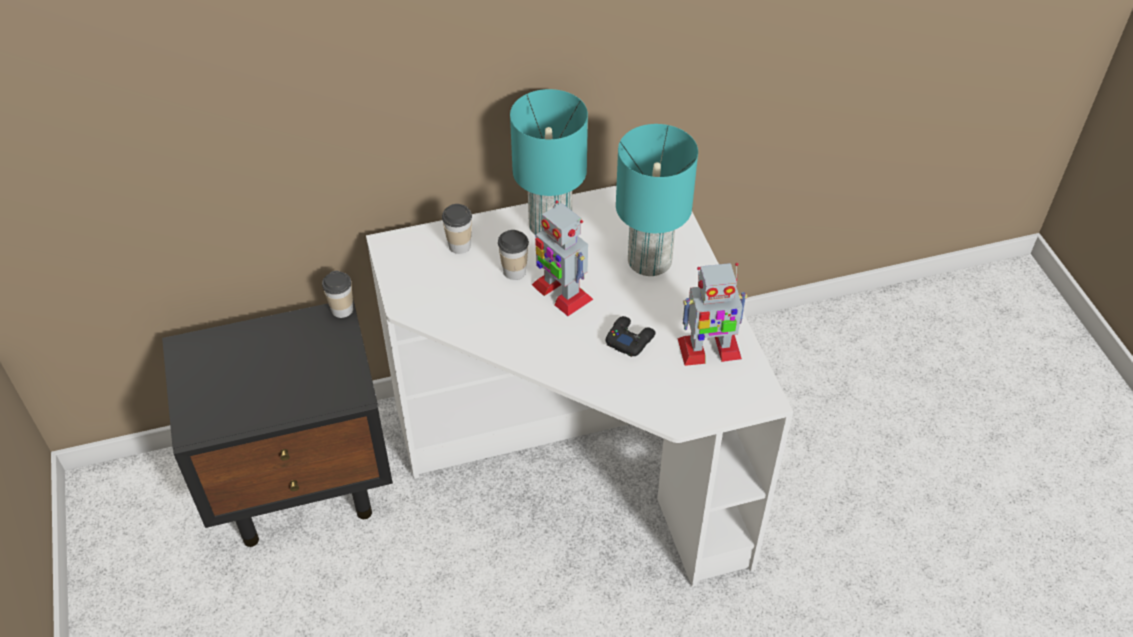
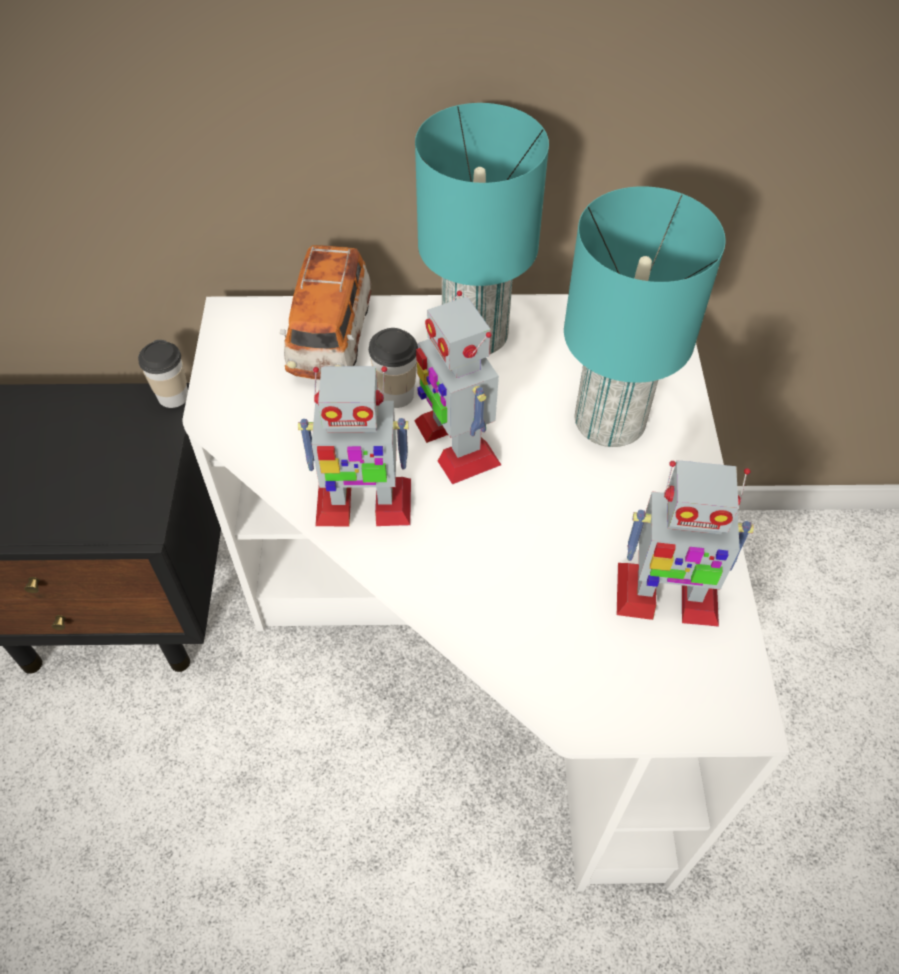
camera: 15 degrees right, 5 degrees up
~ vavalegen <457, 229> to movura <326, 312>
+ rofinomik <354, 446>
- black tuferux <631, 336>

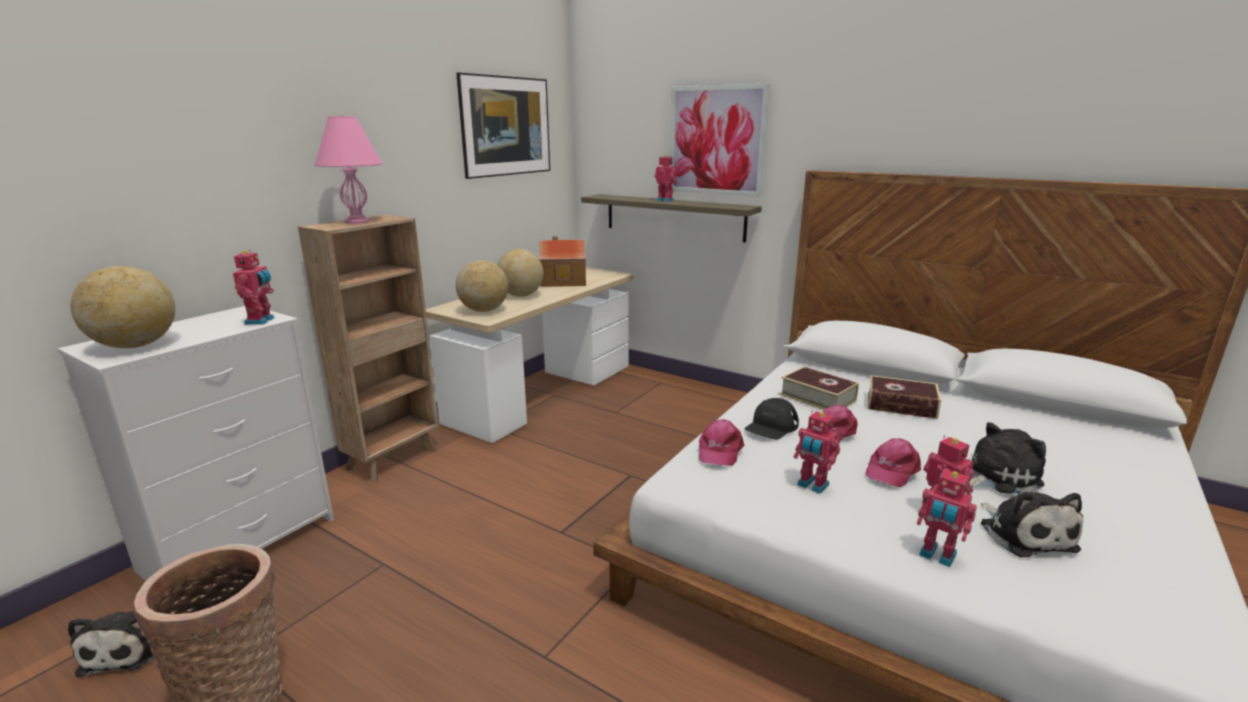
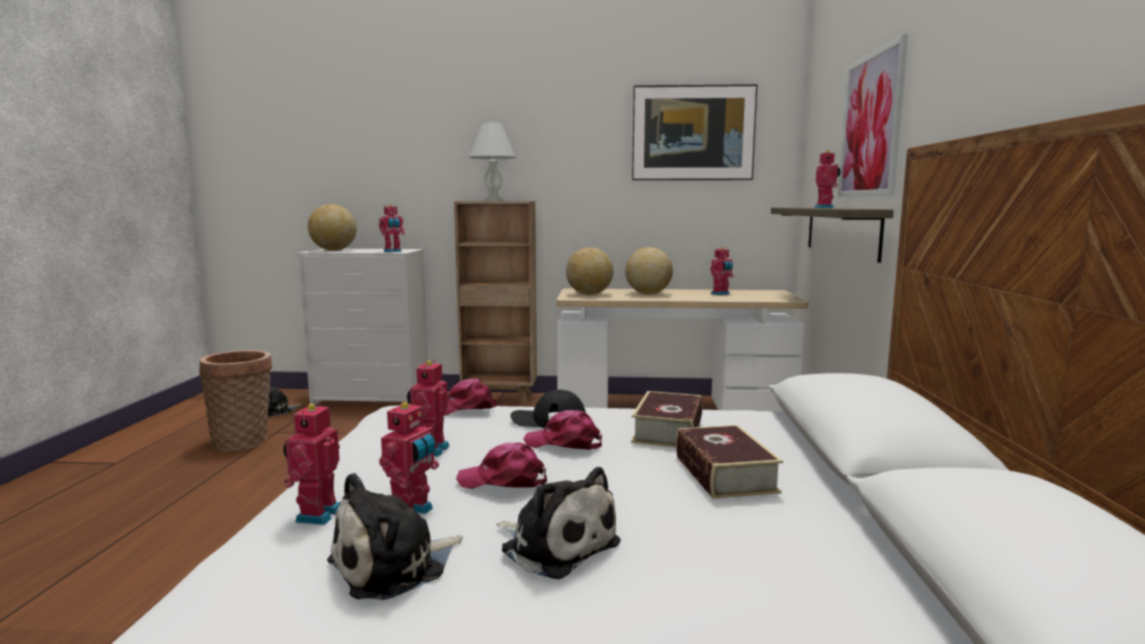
camera: 60 degrees right, 10 degrees down
~ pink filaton <348, 169> to white filaton <492, 161>
~ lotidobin <562, 262> to rofinomik <722, 271>

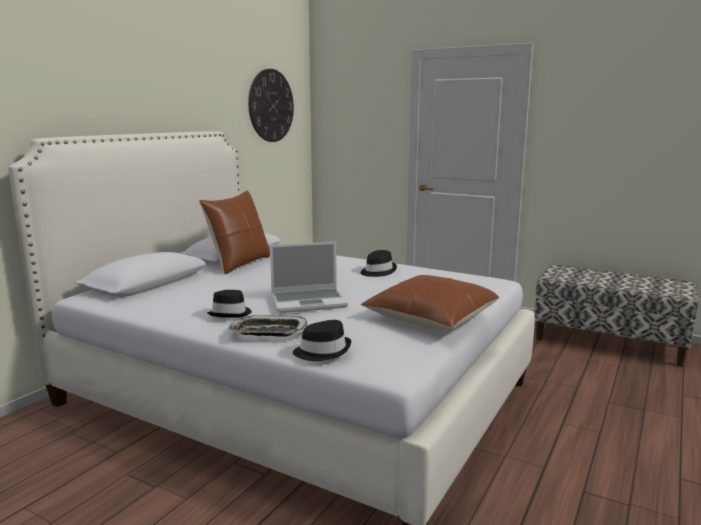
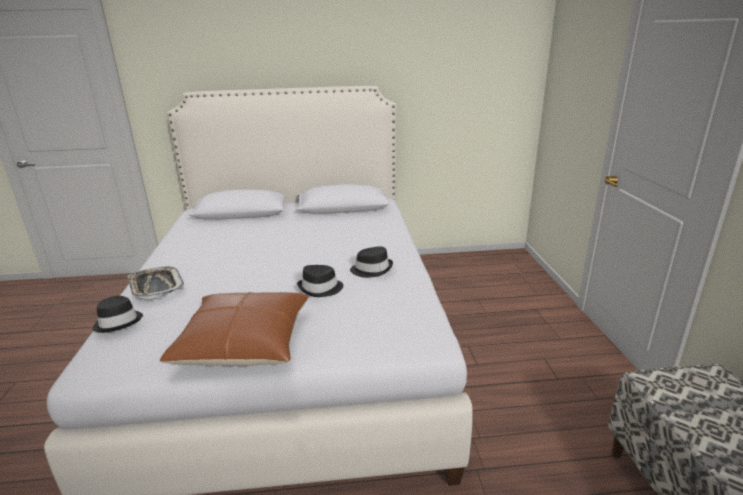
camera: 55 degrees right, 10 degrees up
~ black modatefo <229, 304> to <320, 281>
- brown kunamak <234, 232>
- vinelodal <271, 105>
- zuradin <309, 277>

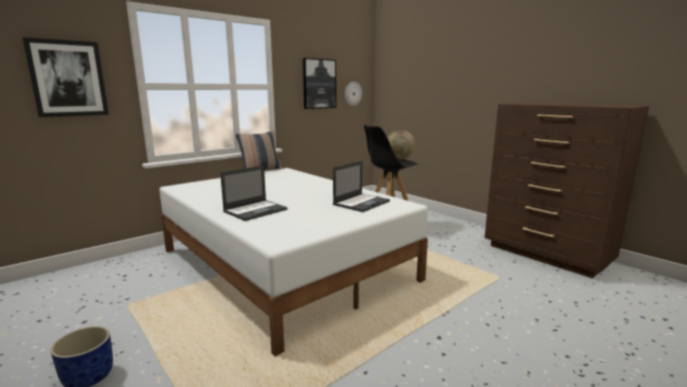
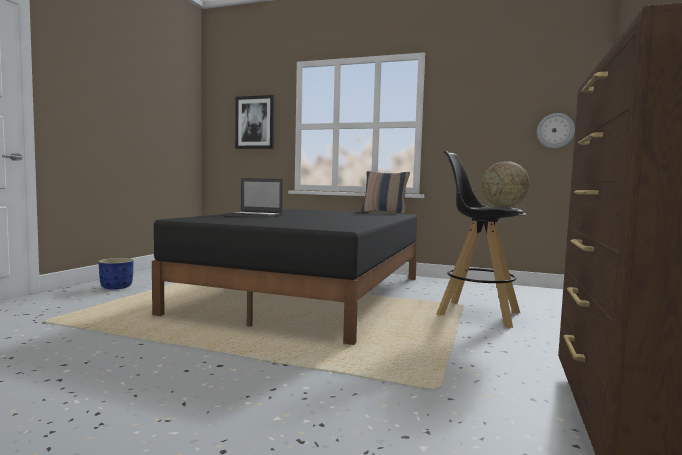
camera: 60 degrees right, 10 degrees down
~ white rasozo <293, 262> to black rasozo <284, 277>
- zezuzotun <319, 83>
- zuradin <361, 186>

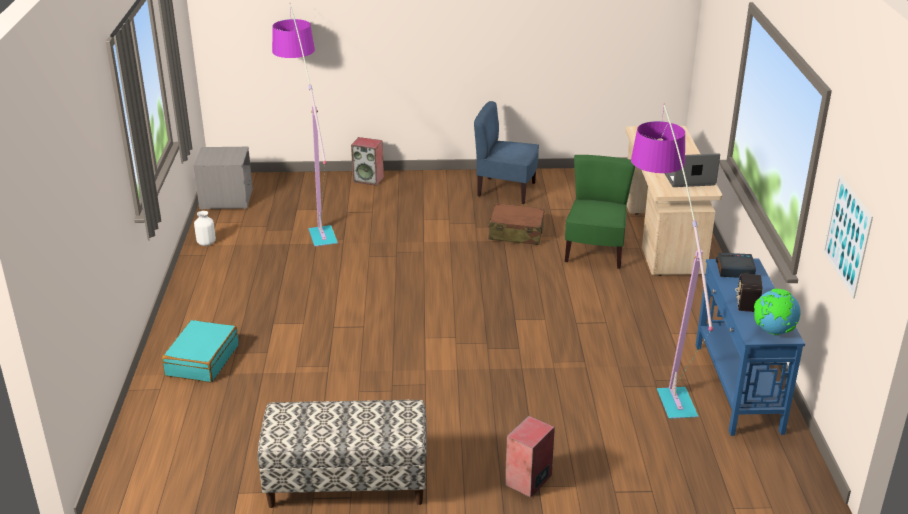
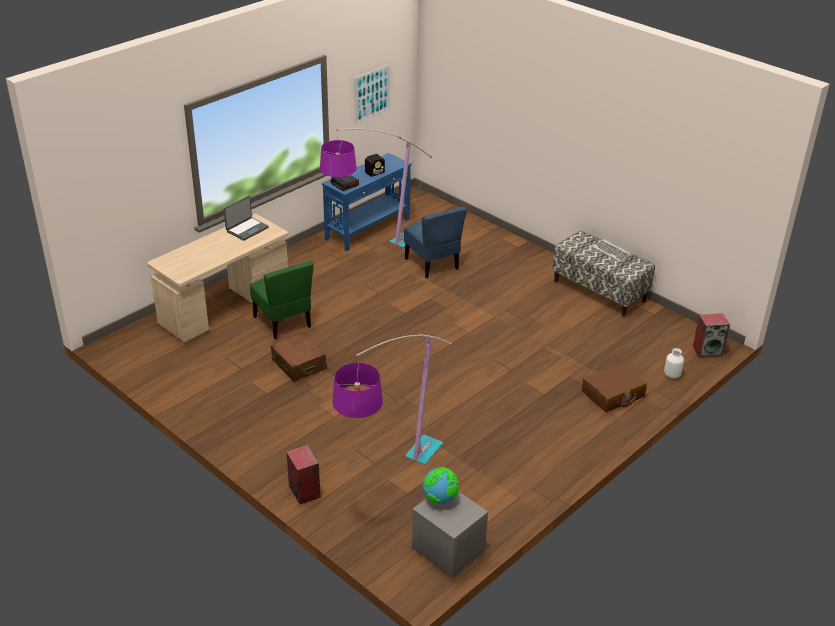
camera: 135 degrees left, 5 degrees up
~ zuradin <692, 170> = <246, 218> 90 degrees counterclockwise
~ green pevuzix <600, 212> = <282, 300> 90 degrees counterclockwise
~ blue pevuzix <506, 152> to <435, 242>
~ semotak <777, 312> to <441, 485>
~ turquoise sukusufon <200, 351> to brown sukusufon <614, 387>
+ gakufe <612, 250>
~ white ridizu <205, 228> to <674, 363>
~ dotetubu <530, 456> to <711, 335>

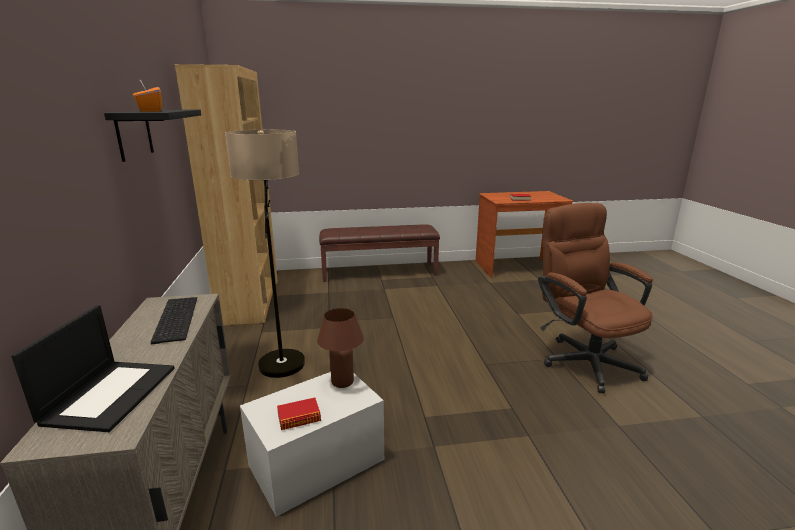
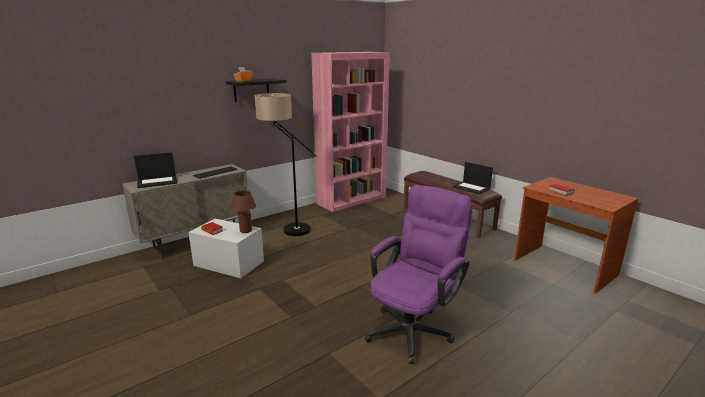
camera: 60 degrees right, 0 degrees up
~ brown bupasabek <226, 194> to pink bupasabek <350, 132>
~ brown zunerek <595, 298> to purple zunerek <418, 274>
+ zuradin <472, 178>

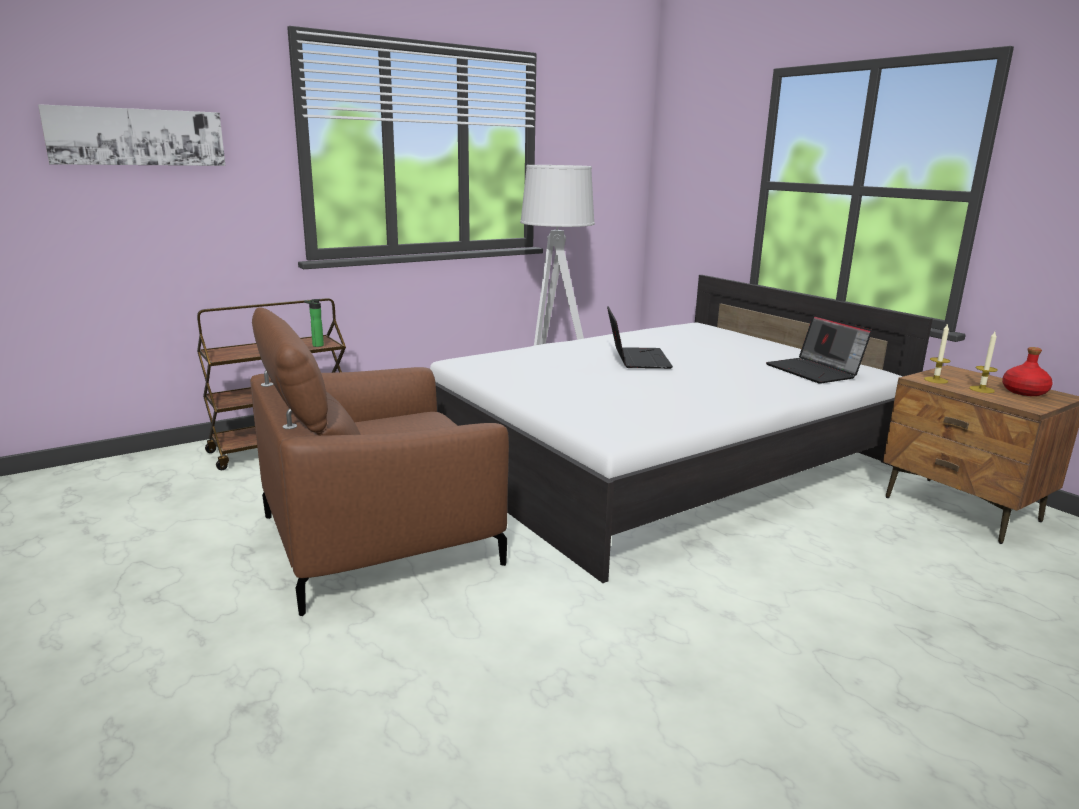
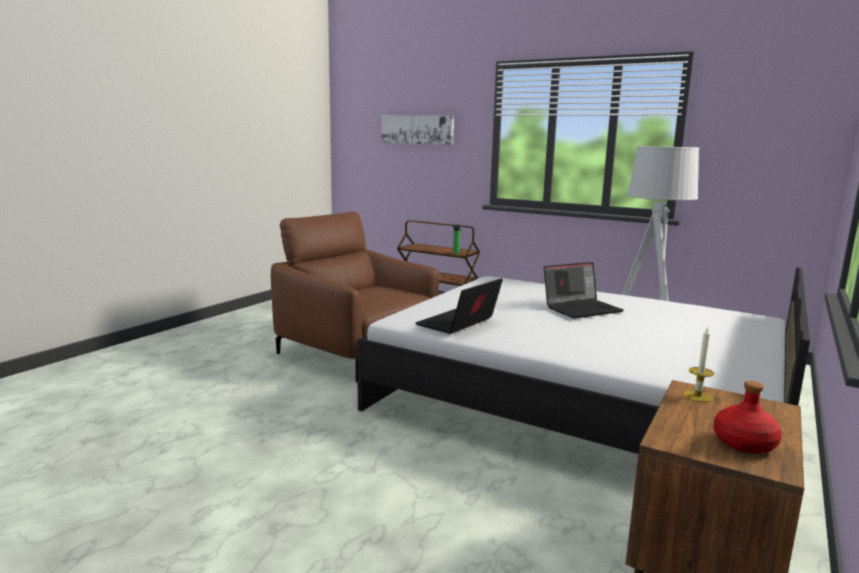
camera: 65 degrees right, 5 degrees down
~ zuradin <819, 349> to <459, 306>
- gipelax <983, 362>

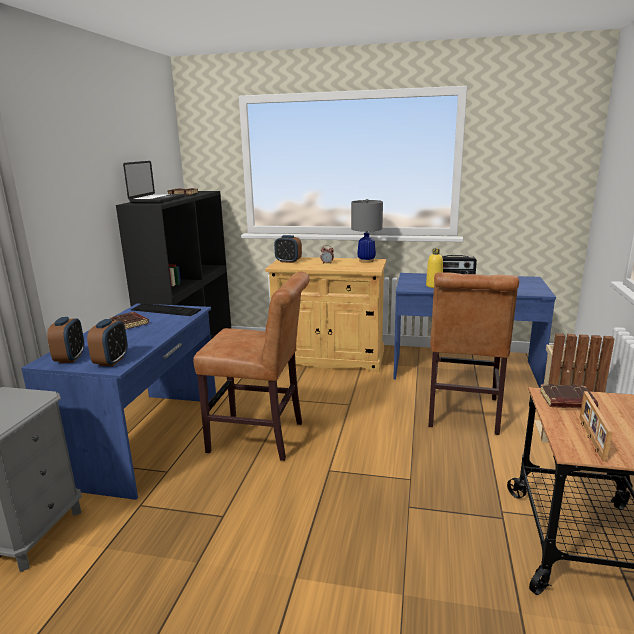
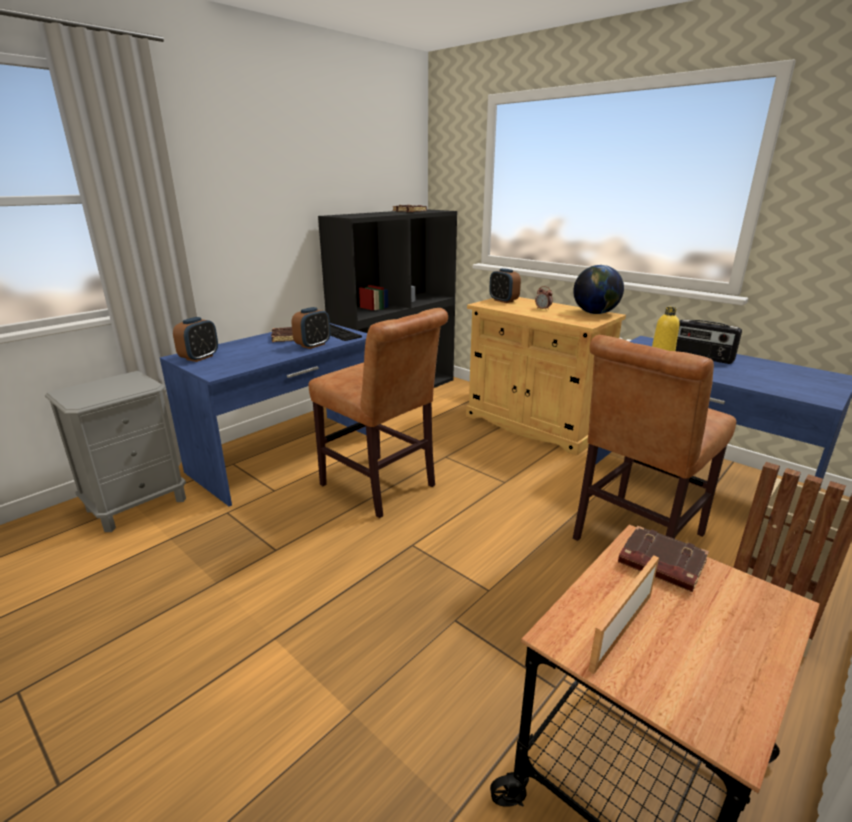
camera: 30 degrees right, 5 degrees up
~ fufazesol <107, 342> to <310, 328>
~ grey filaton <367, 231> to semotak <598, 289>
- zuradin <154, 182>

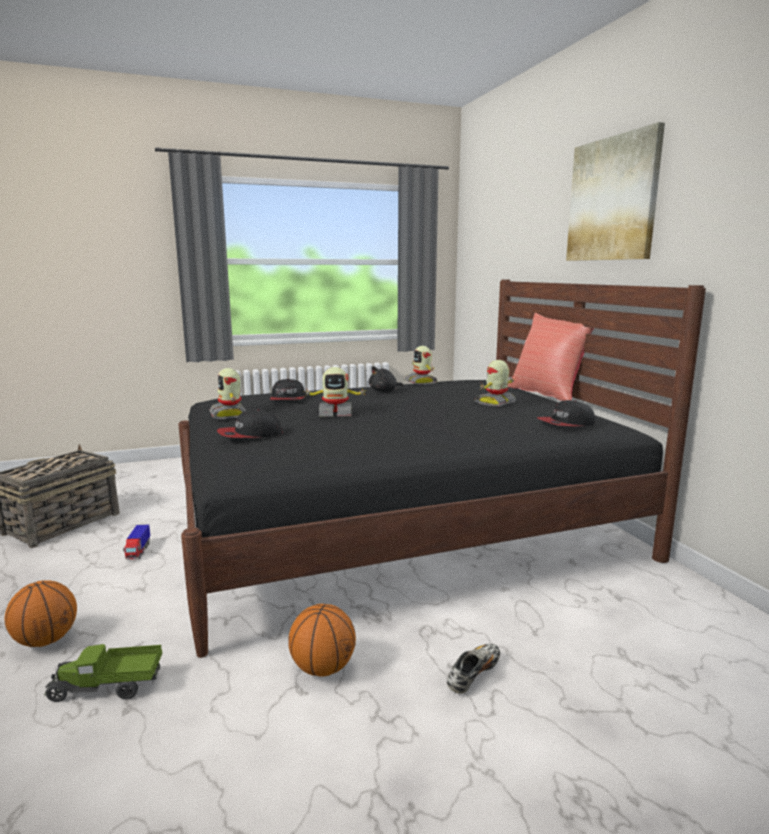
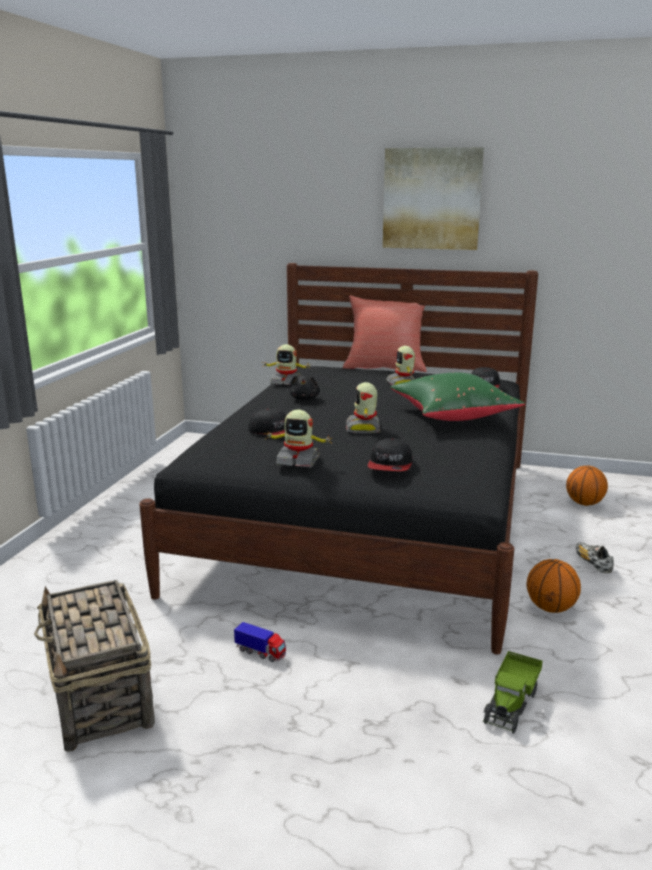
camera: 55 degrees left, 5 degrees up
~ rofinomik <335, 392> = <363, 407> 150 degrees clockwise
+ green kunamak <457, 397>
~ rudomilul <41, 613> to <587, 485>

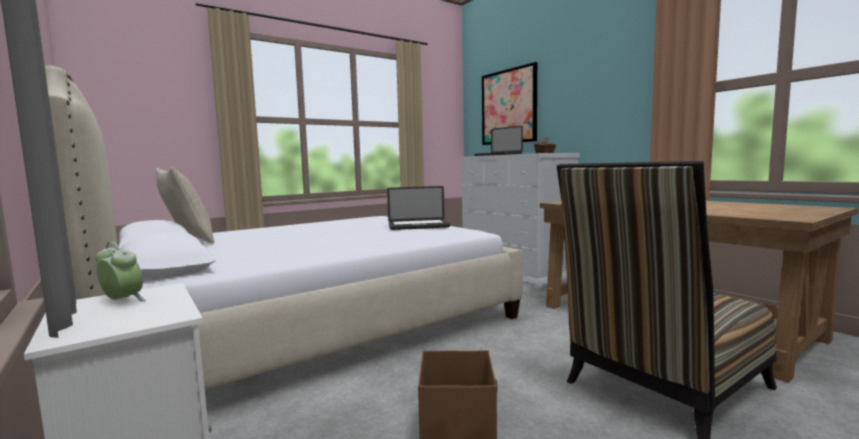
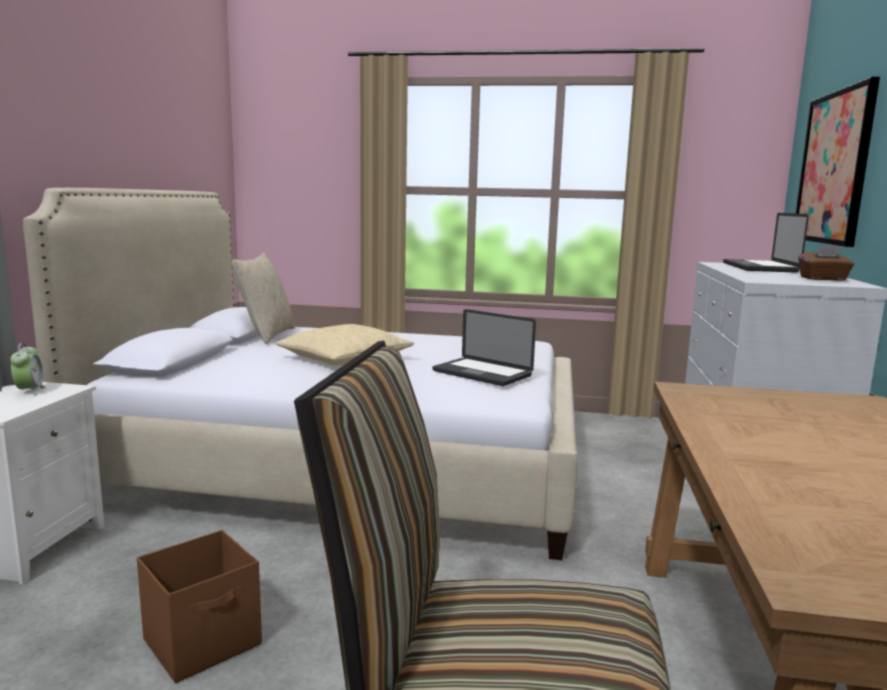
camera: 45 degrees right, 5 degrees up
+ beige kunamak <344, 344>

